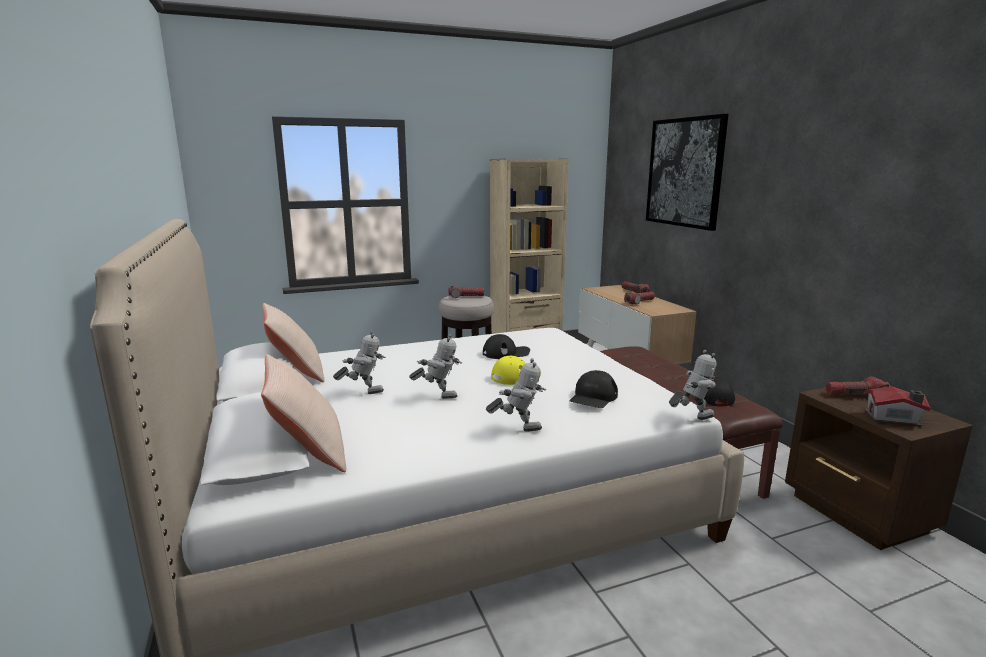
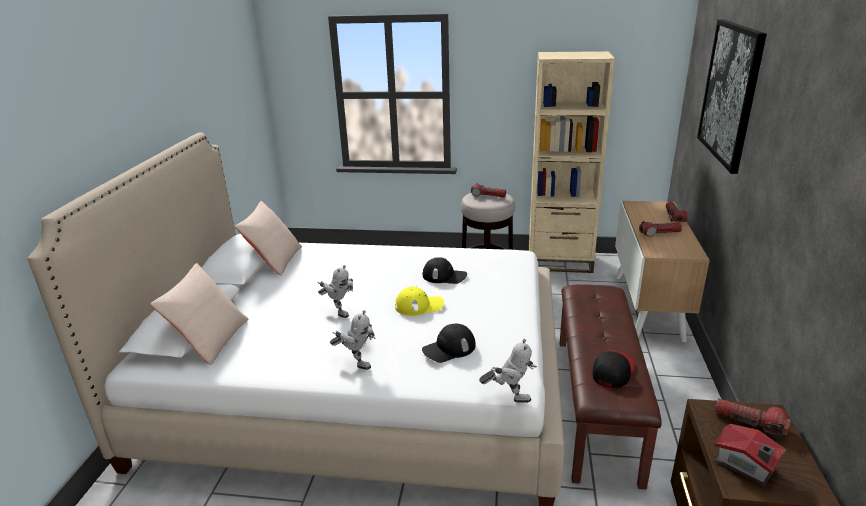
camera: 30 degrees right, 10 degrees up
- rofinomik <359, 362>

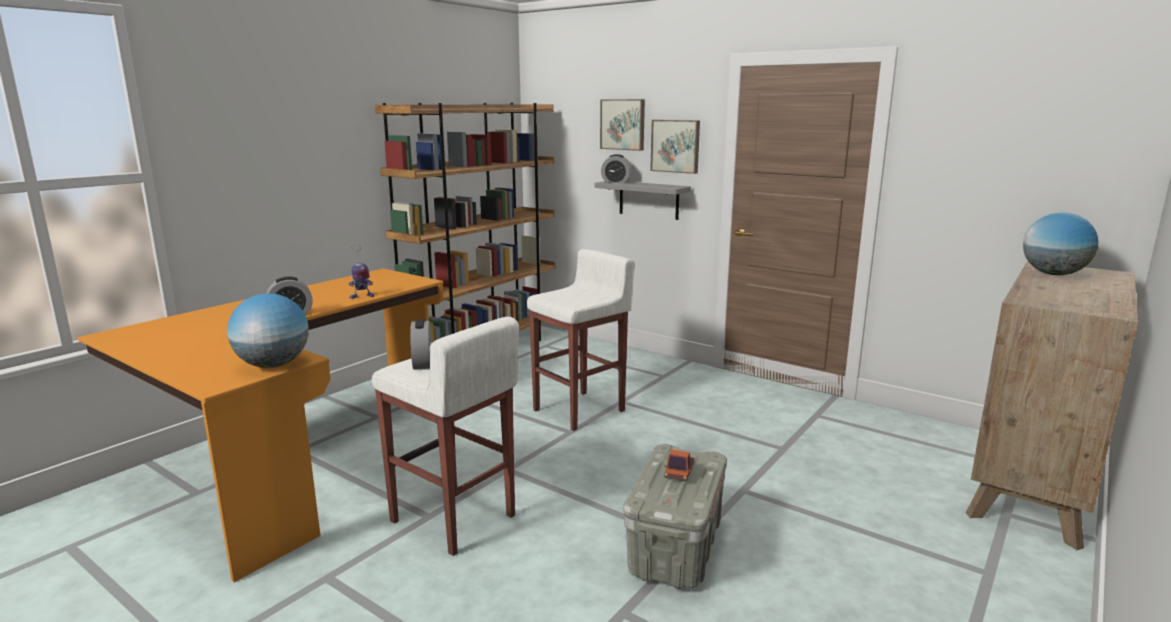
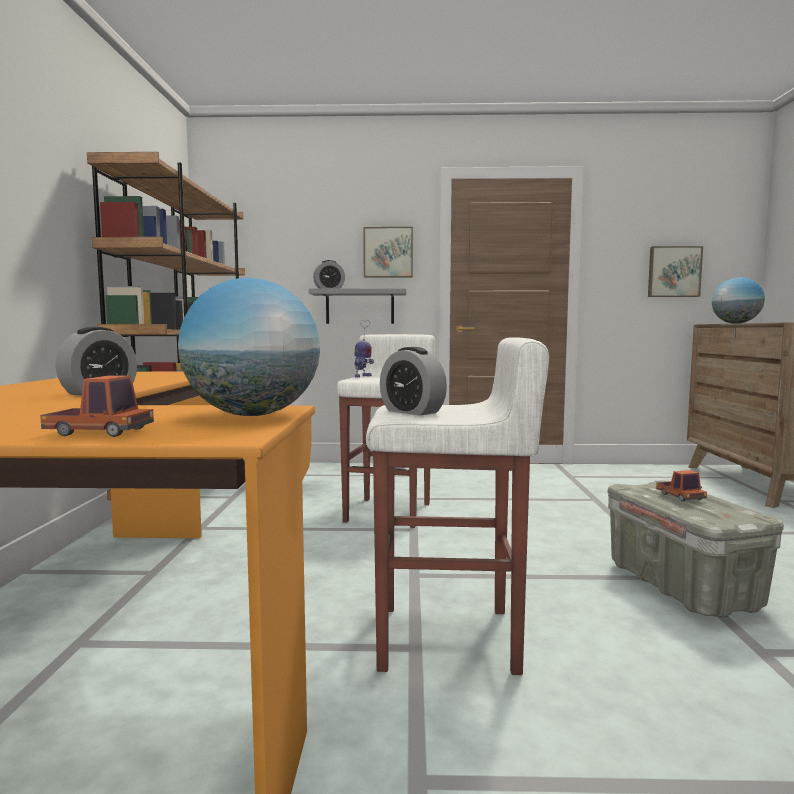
camera: 35 degrees left, 10 degrees down
+ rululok <97, 406>
~ rofinomik <361, 272> to <364, 349>
~ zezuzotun <622, 125> to <675, 271>

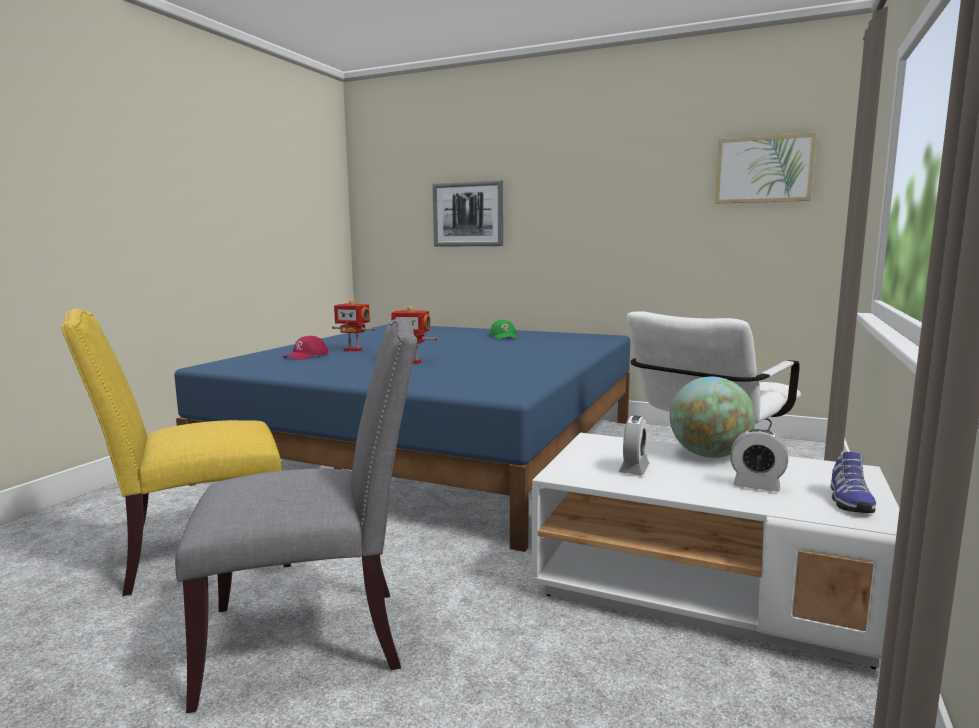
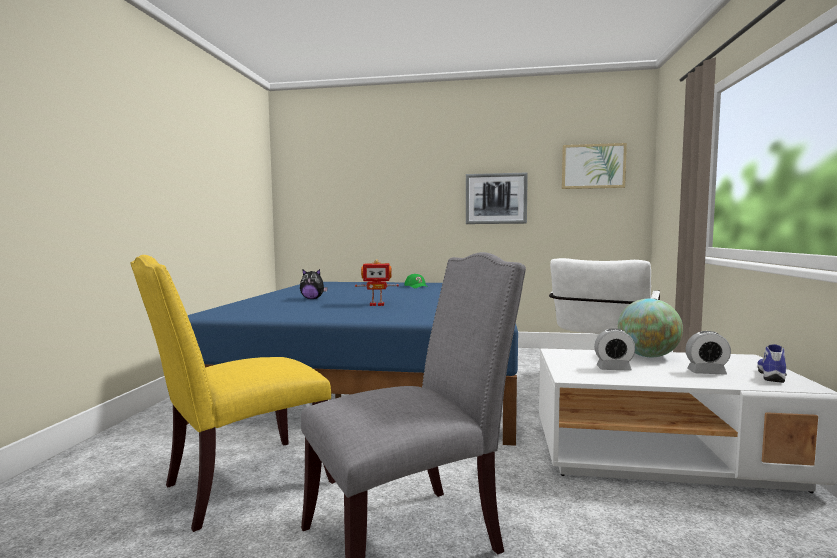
camera: 15 degrees left, 5 degrees down
~ rofinomik <353, 325> to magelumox <314, 284>
~ zezuzotun <468, 213> to <497, 198>
~ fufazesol <633, 445> = <614, 349> 90 degrees clockwise
~ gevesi <853, 482> = <772, 363> 150 degrees counterclockwise
- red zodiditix <306, 348>

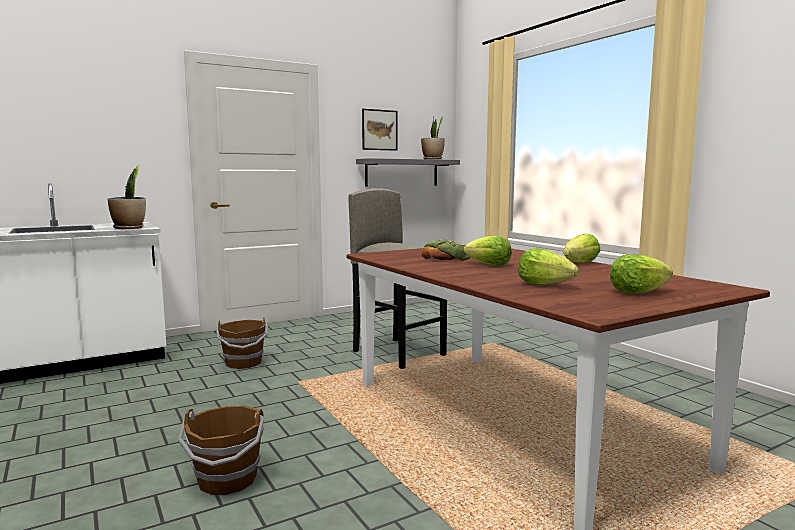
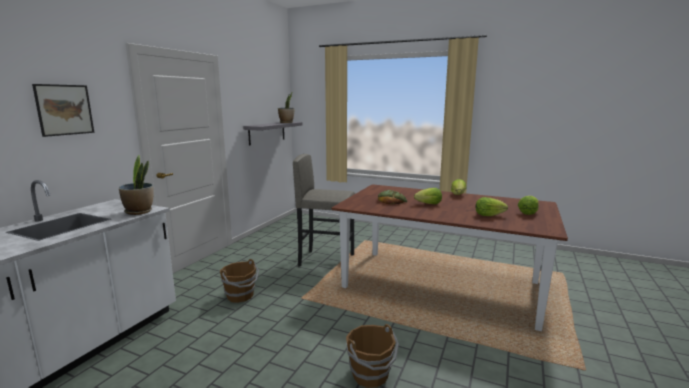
camera: 35 degrees left, 5 degrees up
~ zezuzotun <380, 130> to <63, 110>

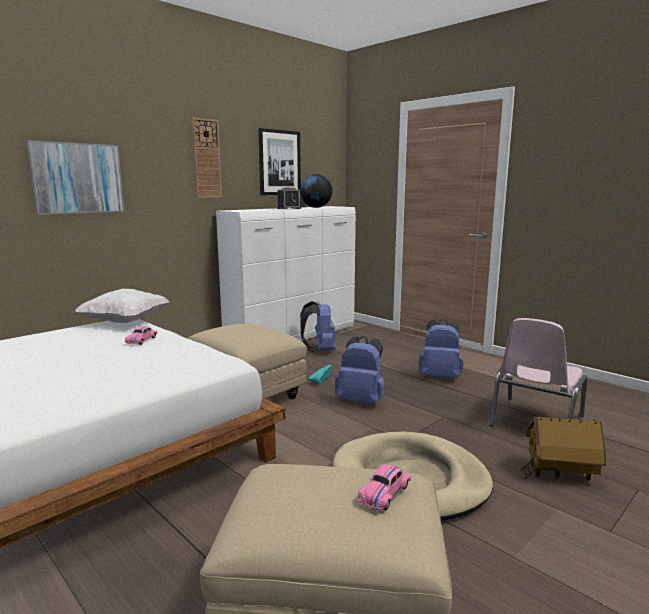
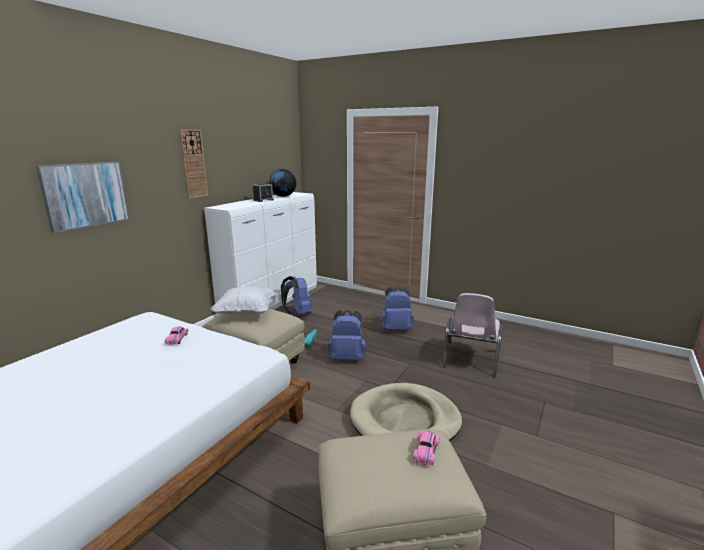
camera: 15 degrees left, 5 degrees up
~ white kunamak <122, 306> to <243, 300>
- zezuzotun <279, 161>
- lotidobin <563, 448>

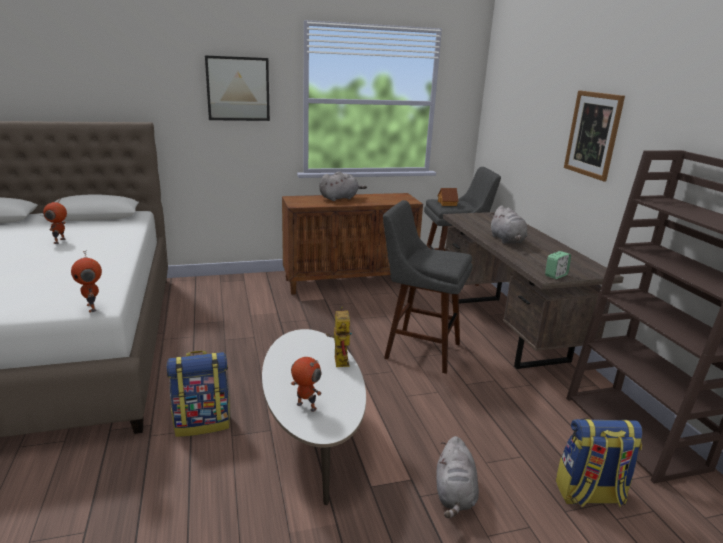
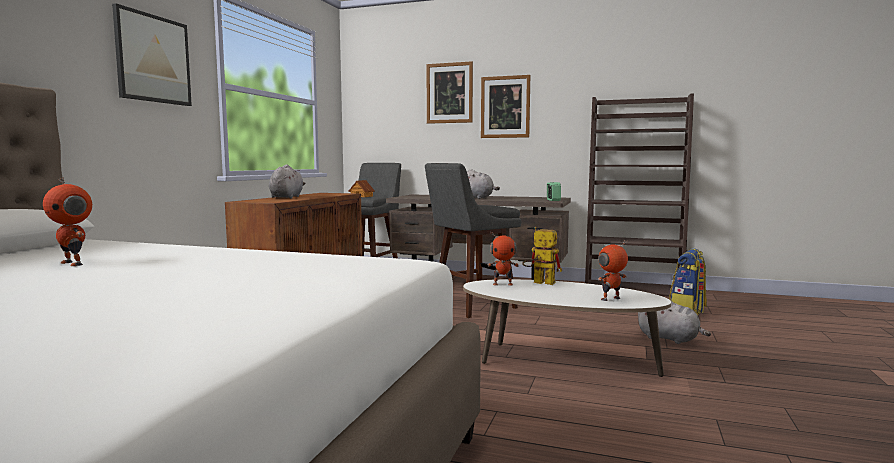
camera: 55 degrees left, 15 degrees down
+ zezuzotun <450, 92>
~ rofinomik <86, 281> to <503, 258>
- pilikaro <198, 394>

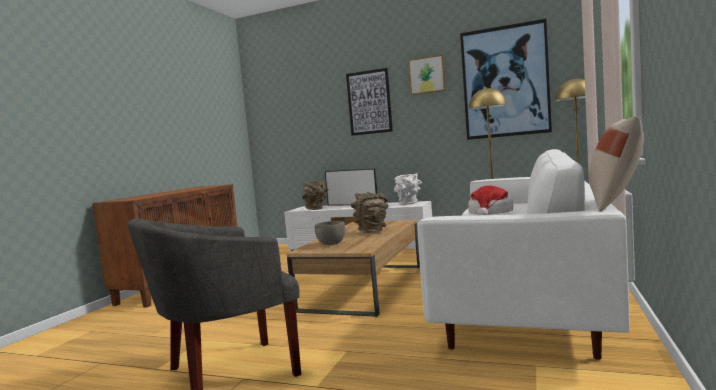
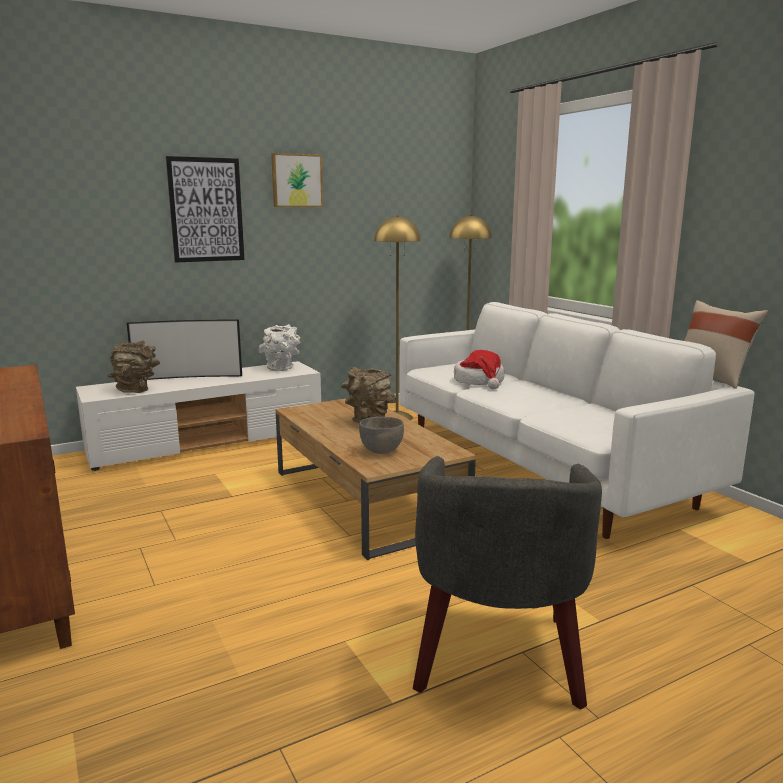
camera: 50 degrees left, 10 degrees up
- zezuzotun <506, 79>

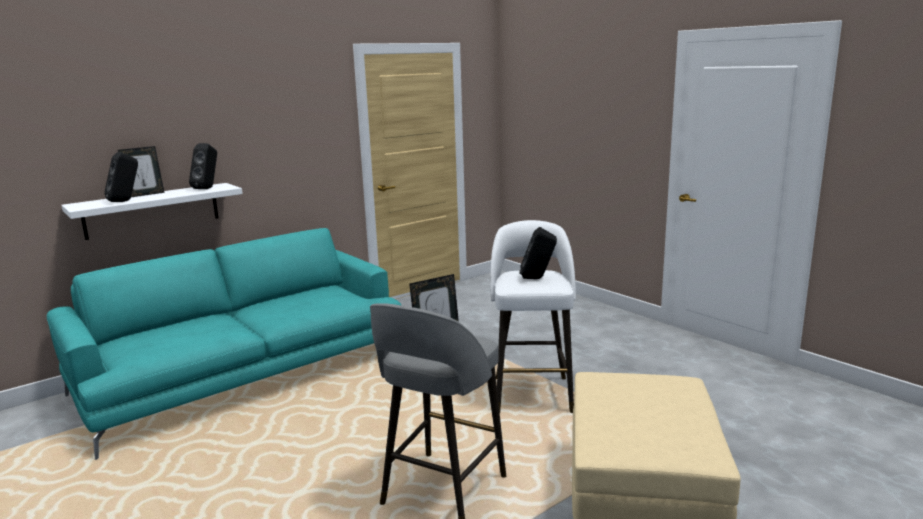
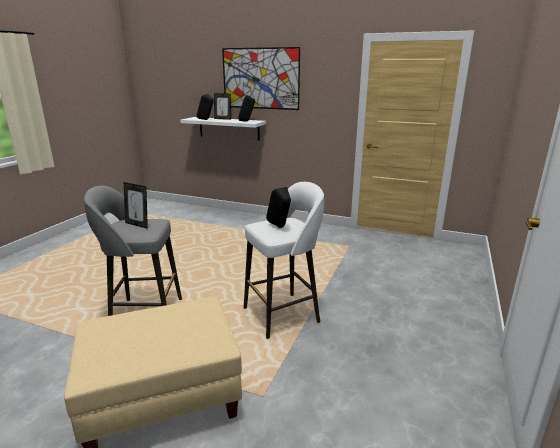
camera: 60 degrees right, 5 degrees up
+ zezuzotun <261, 78>
- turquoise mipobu <224, 344>

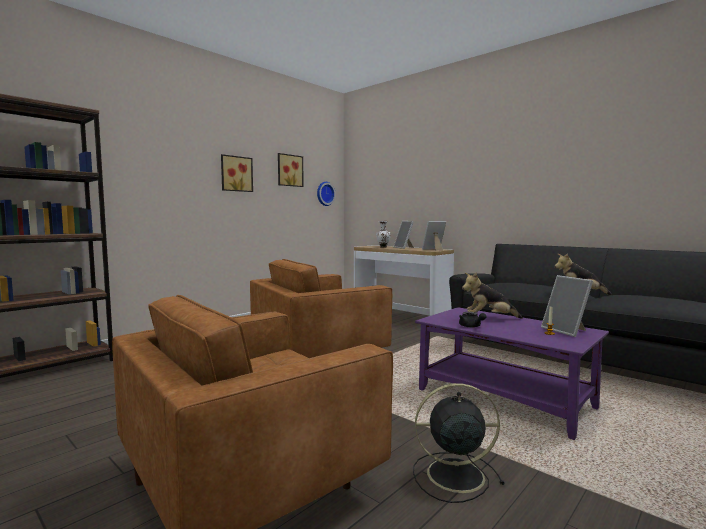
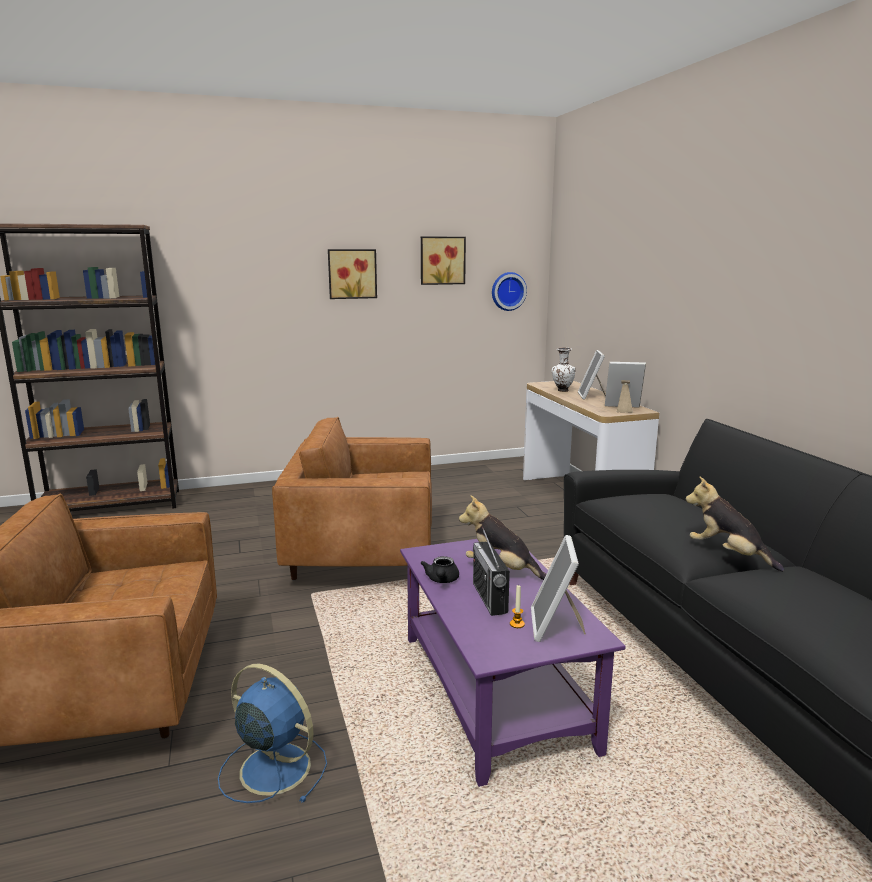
camera: 30 degrees right, 10 degrees up
~ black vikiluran <459, 443> to blue vikiluran <272, 733>
+ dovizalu <491, 571>

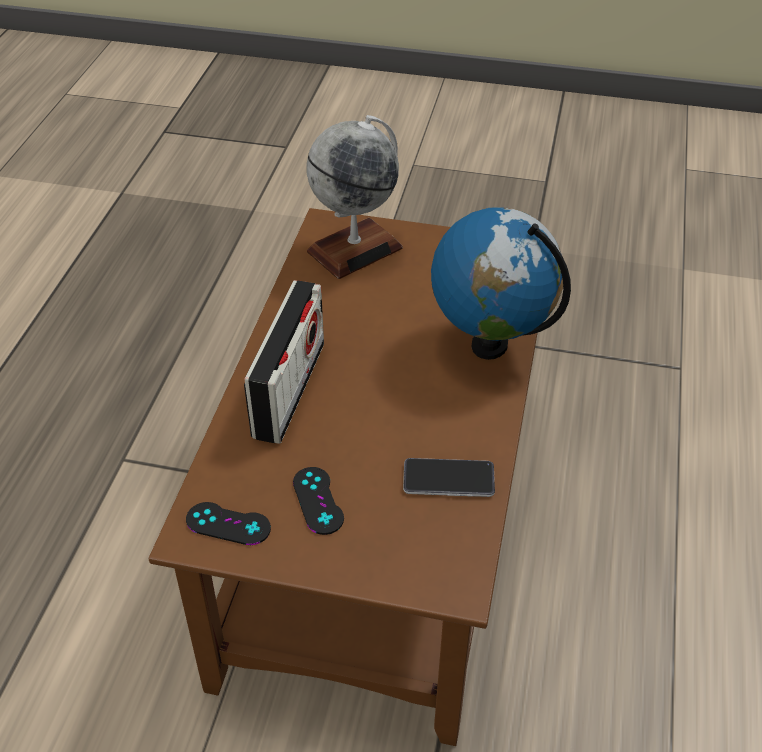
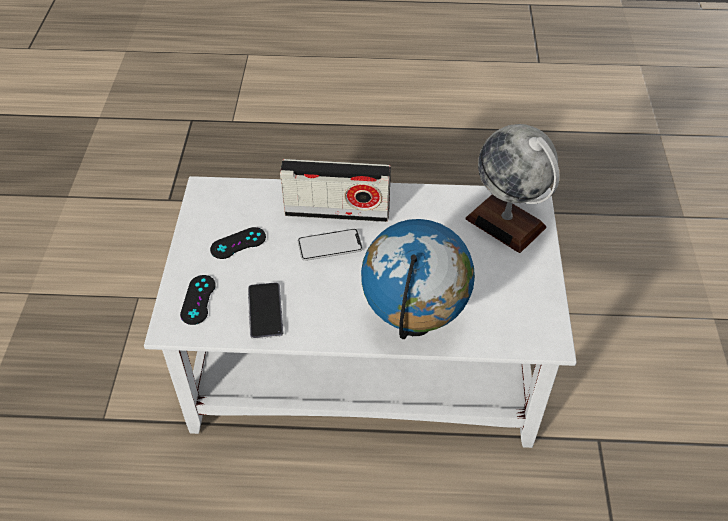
camera: 80 degrees right, 5 degrees up
~ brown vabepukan <343, 477> to white vabepukan <360, 312>
~ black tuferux <228, 523> to <198, 300>
+ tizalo <330, 245>

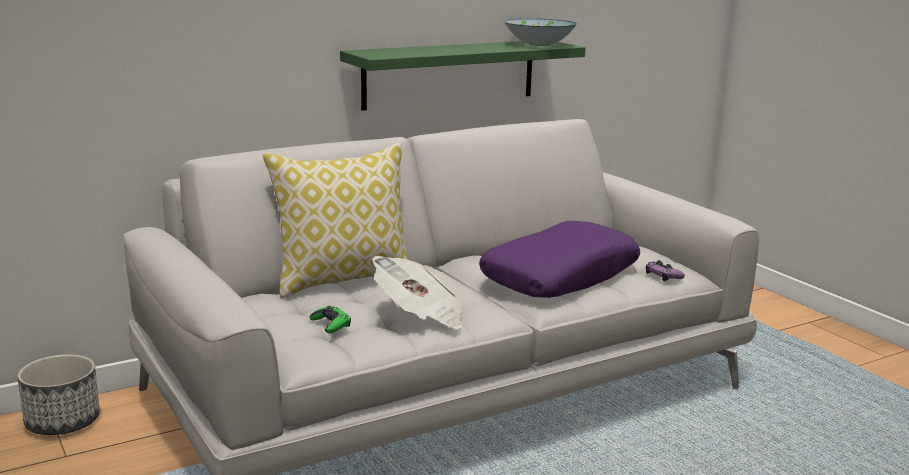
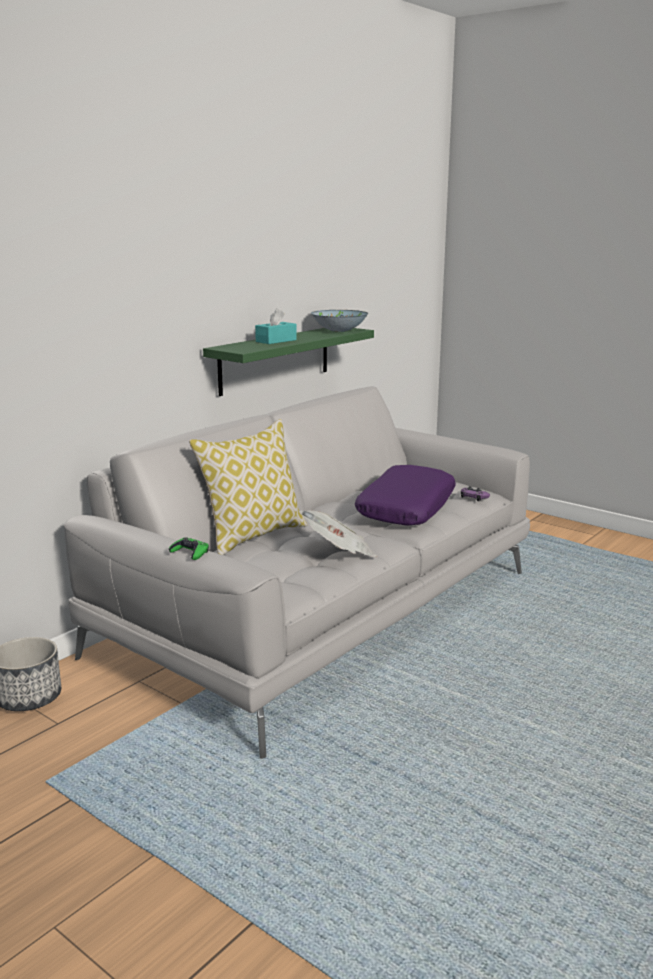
camera: 20 degrees left, 0 degrees up
~ green tuferux <330, 319> to <189, 549>
+ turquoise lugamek <276, 326>

